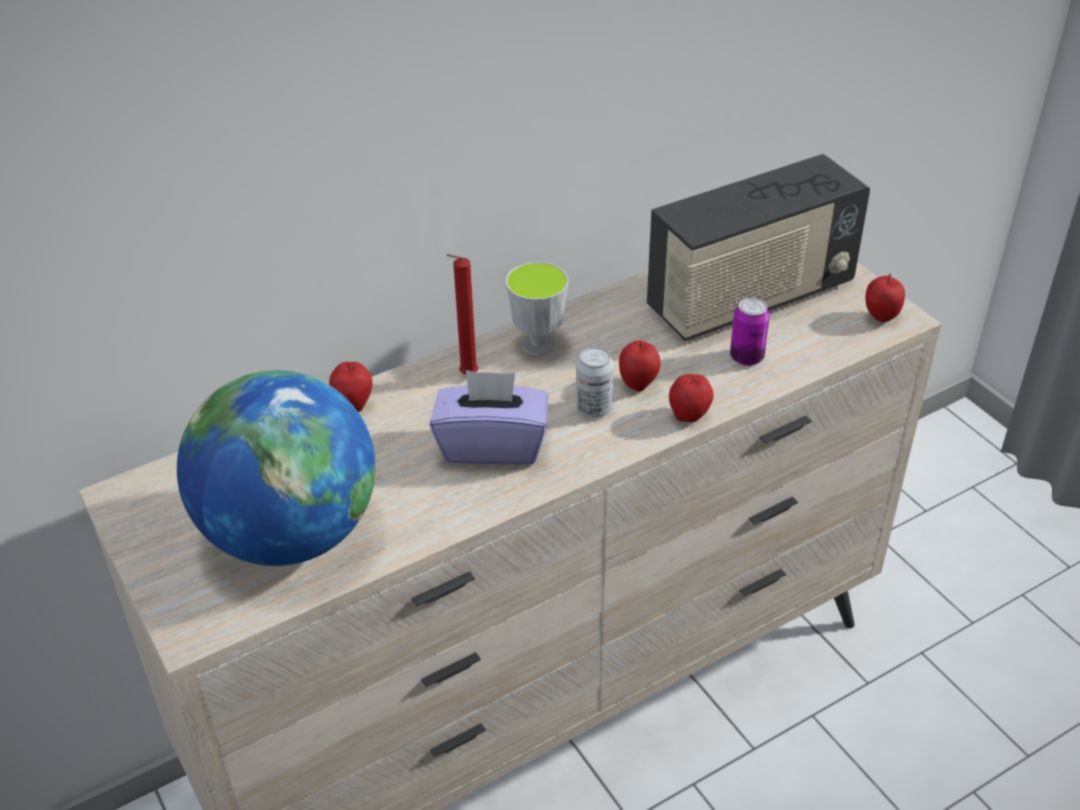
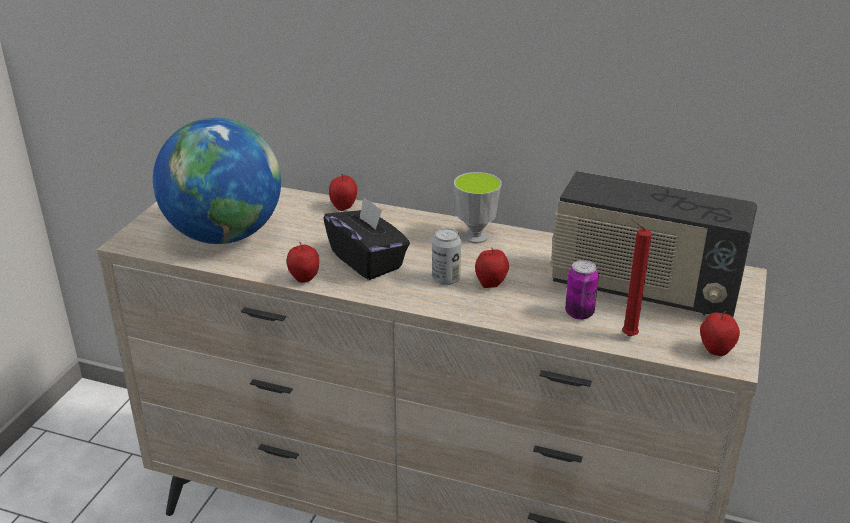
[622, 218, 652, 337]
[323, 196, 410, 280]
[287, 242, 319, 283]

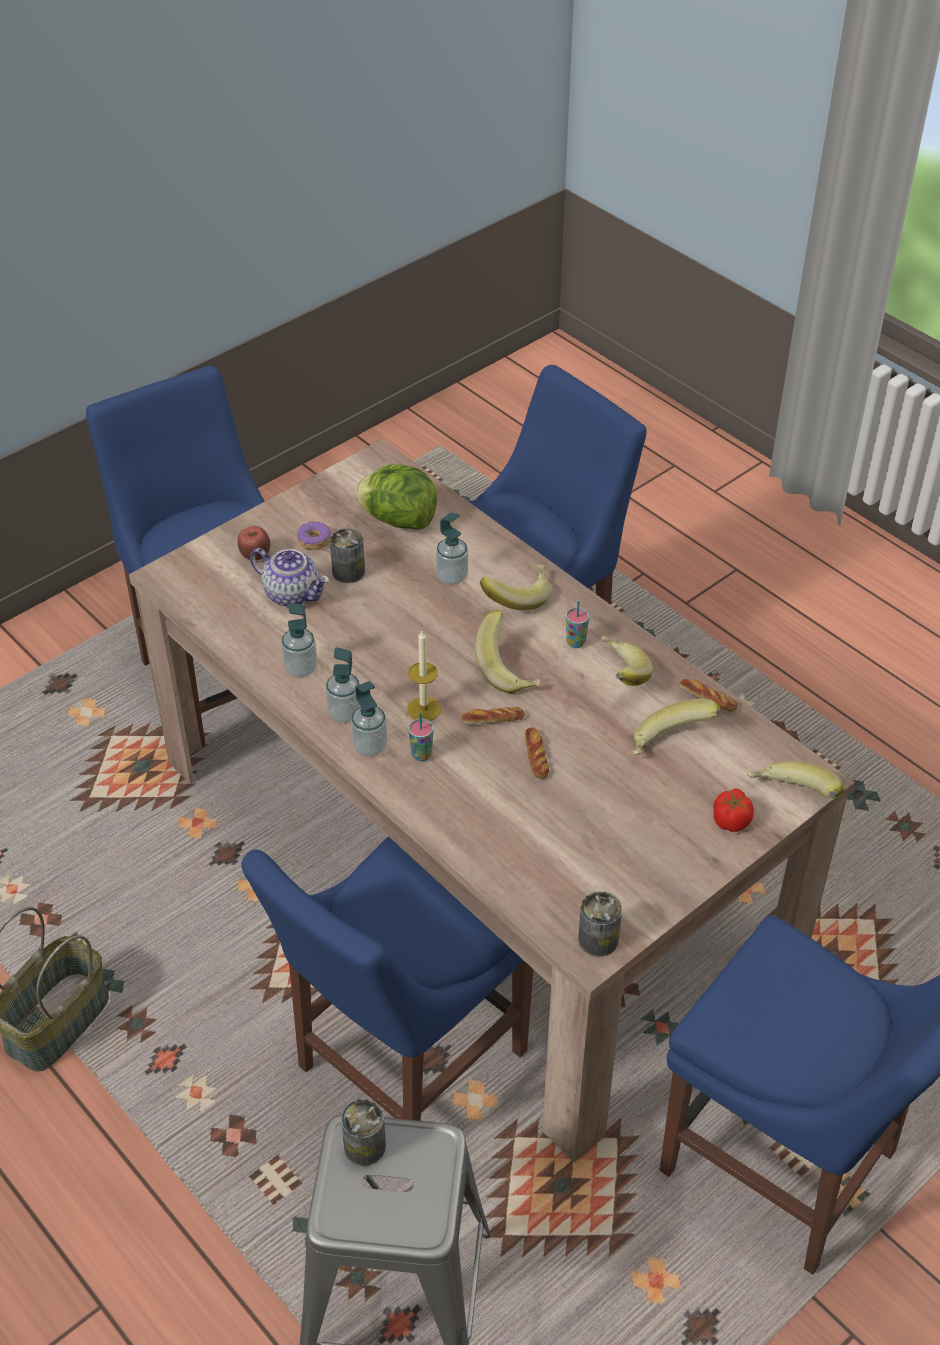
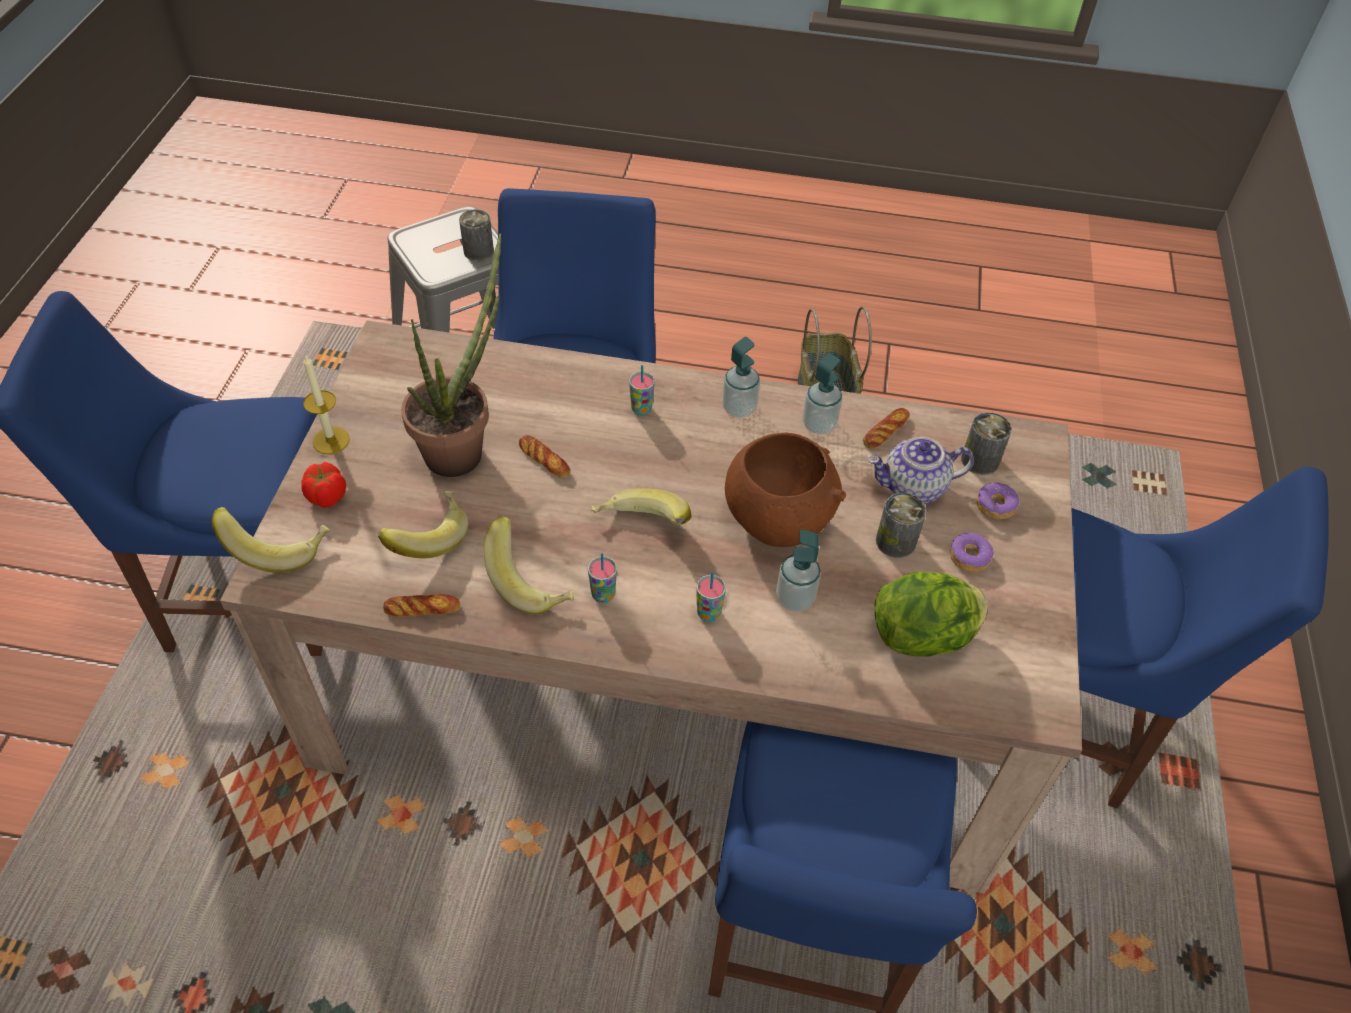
[977, 482, 1019, 520]
[696, 572, 726, 622]
[303, 354, 350, 454]
[351, 681, 388, 757] (first image)
[863, 408, 910, 449]
[961, 412, 1012, 475]
[401, 233, 501, 477]
[725, 432, 846, 547]

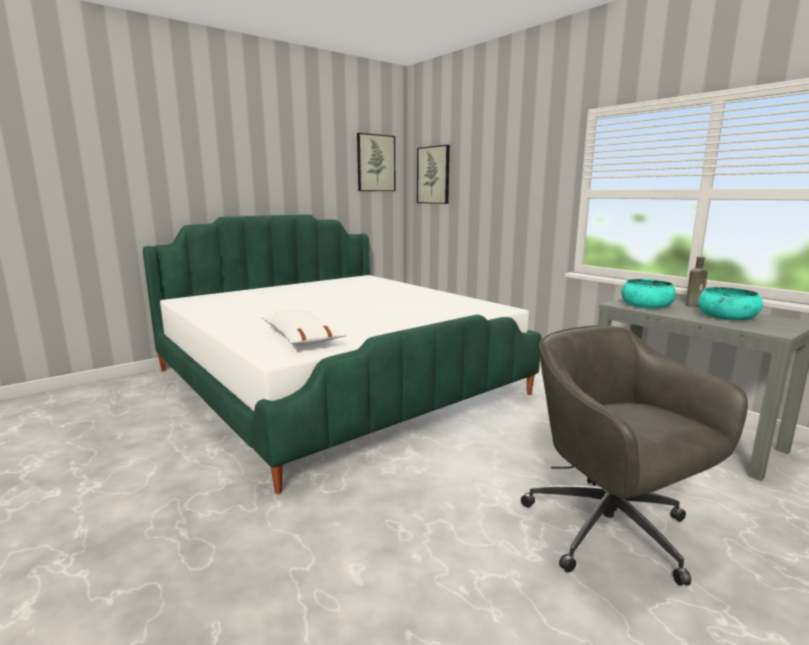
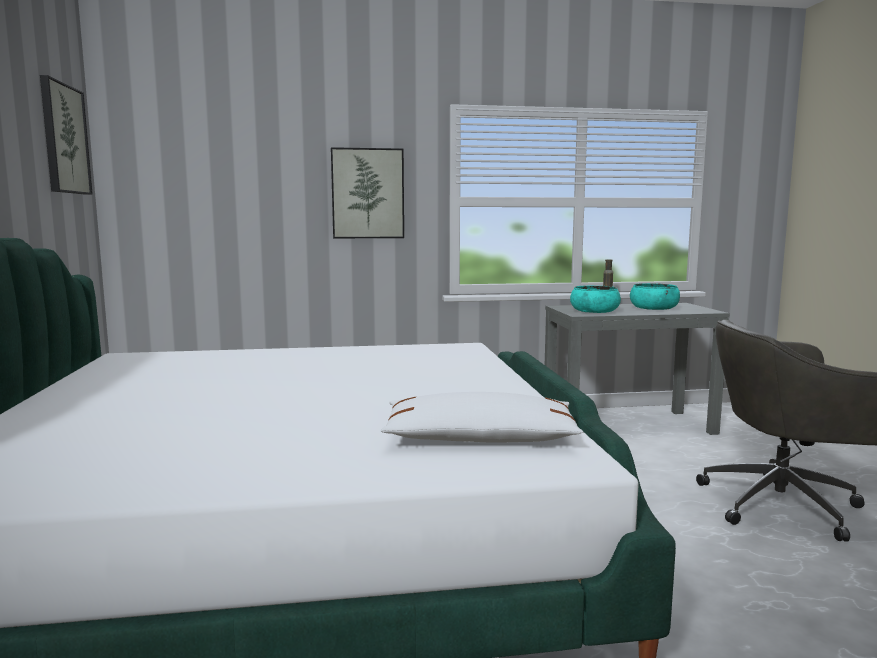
[331, 147, 404, 238]

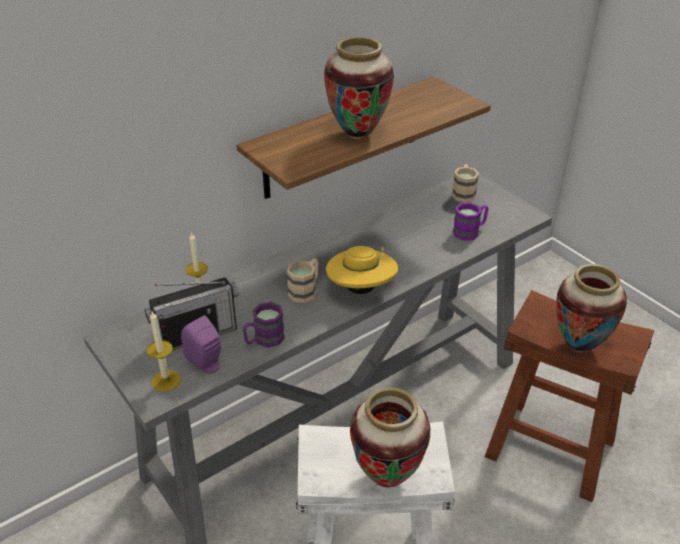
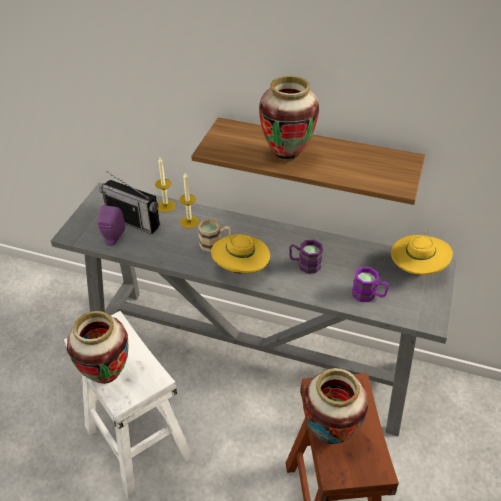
[391, 230, 453, 275]
[289, 240, 323, 274]
[179, 173, 199, 229]

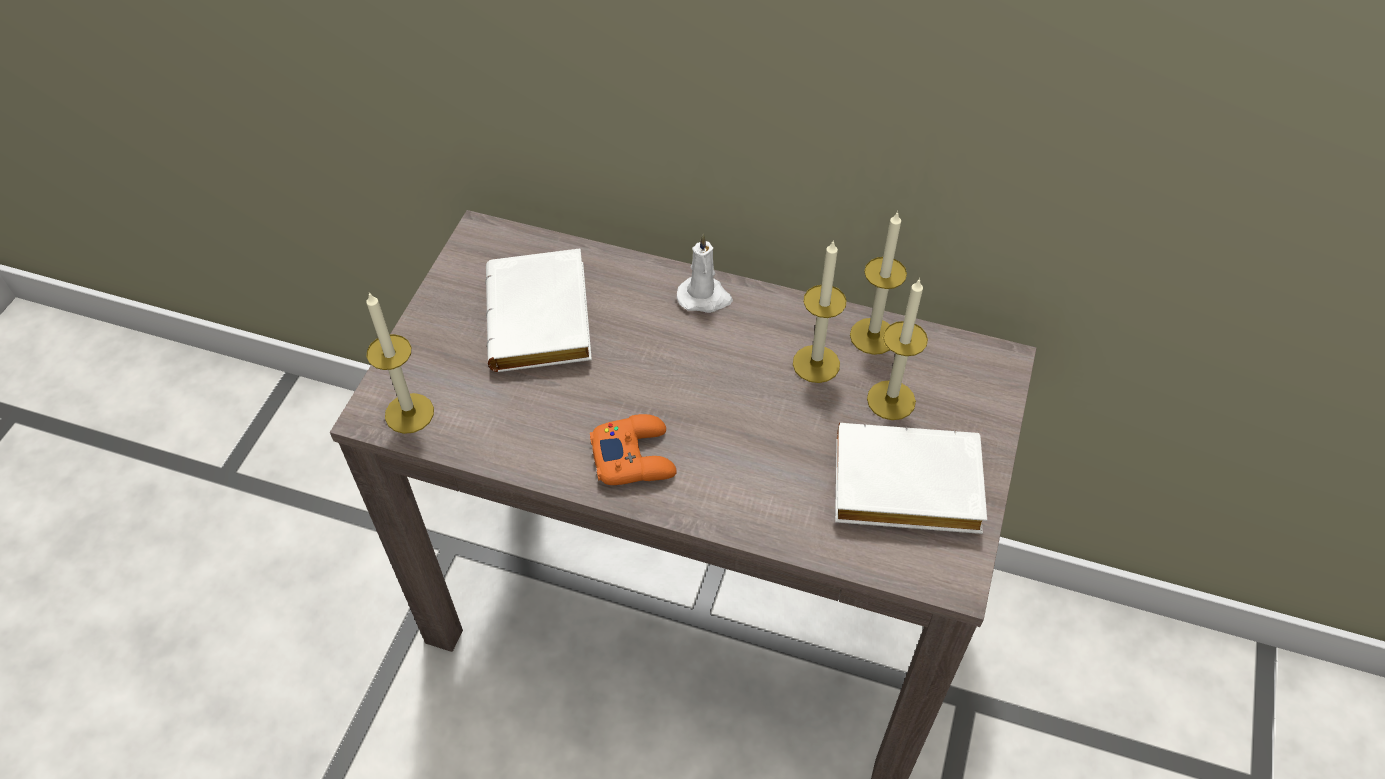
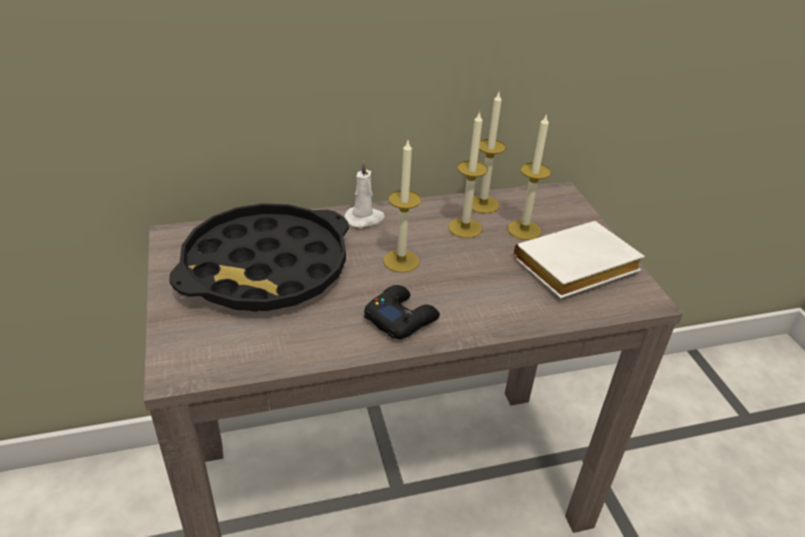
[169, 203, 349, 311]
[383, 141, 421, 273]
[364, 285, 440, 339]

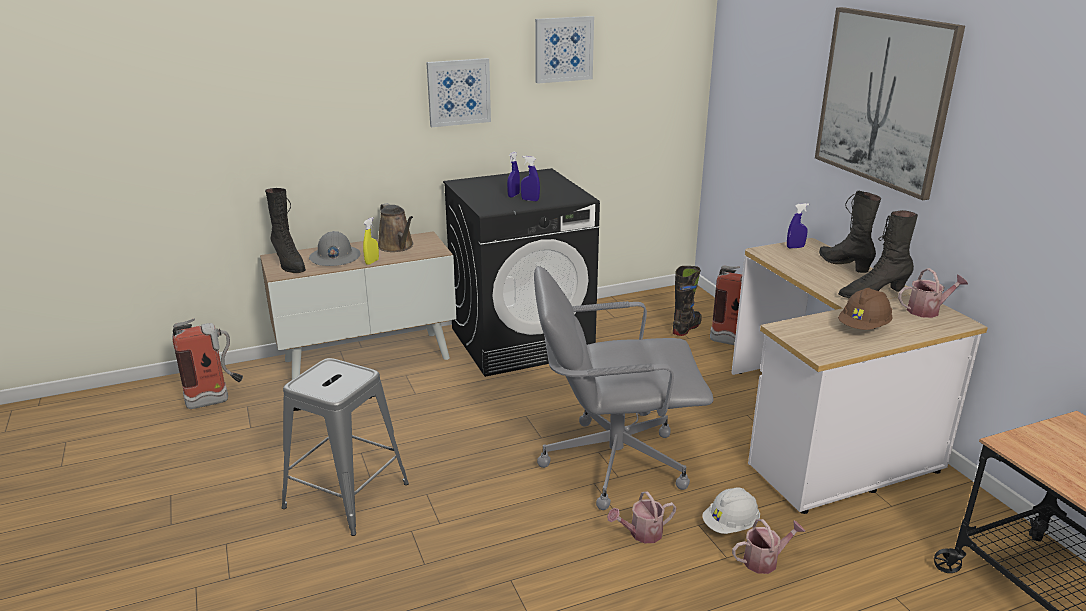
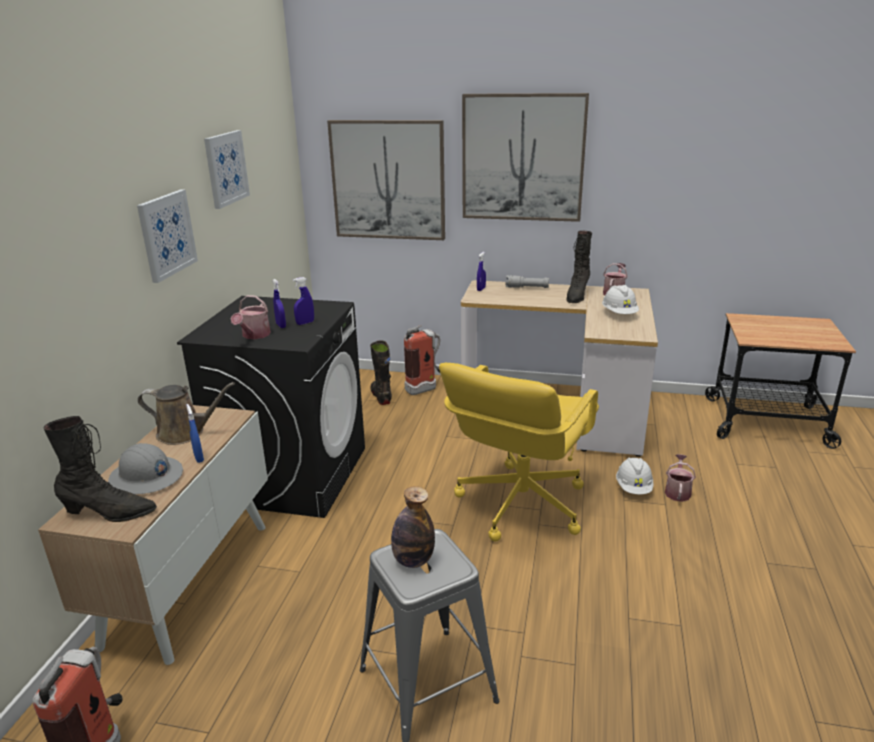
[506, 275, 549, 288]
[186, 404, 204, 463]
[439, 363, 599, 542]
[602, 285, 639, 314]
[231, 295, 271, 339]
[327, 120, 445, 240]
[391, 486, 435, 568]

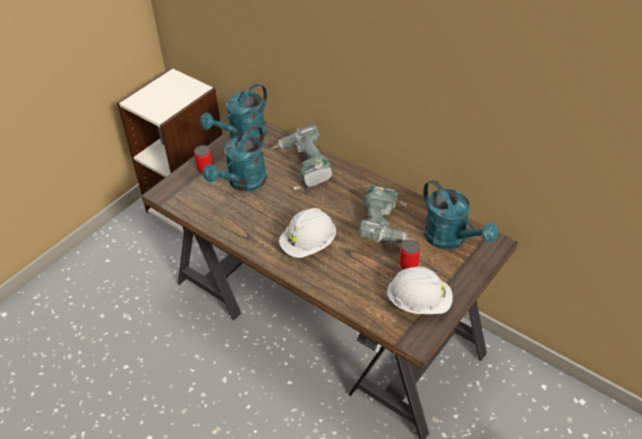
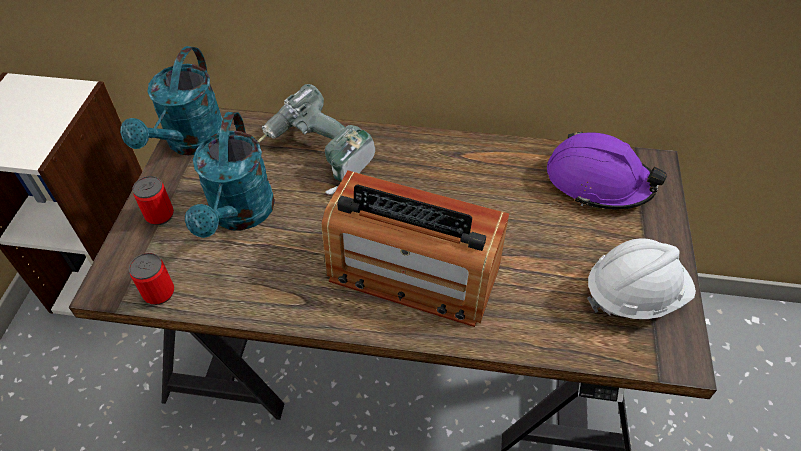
[547, 131, 667, 210]
[358, 186, 417, 243] (first image)
[321, 171, 509, 327]
[129, 253, 174, 305]

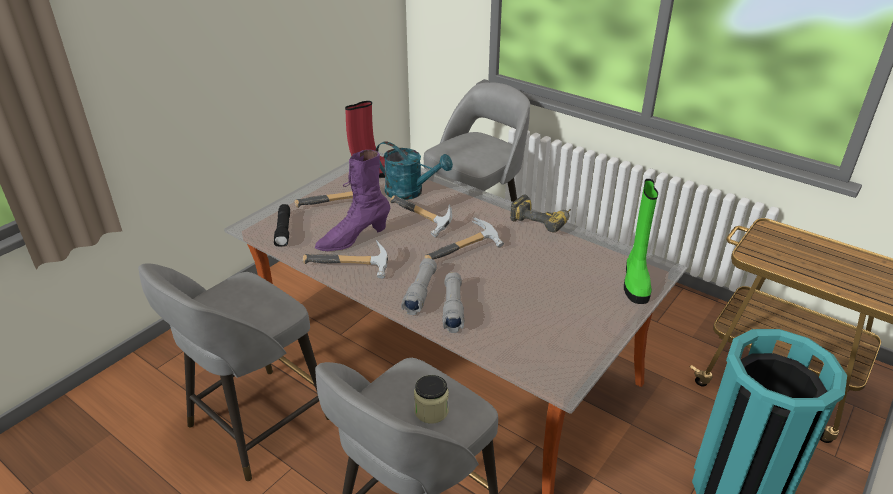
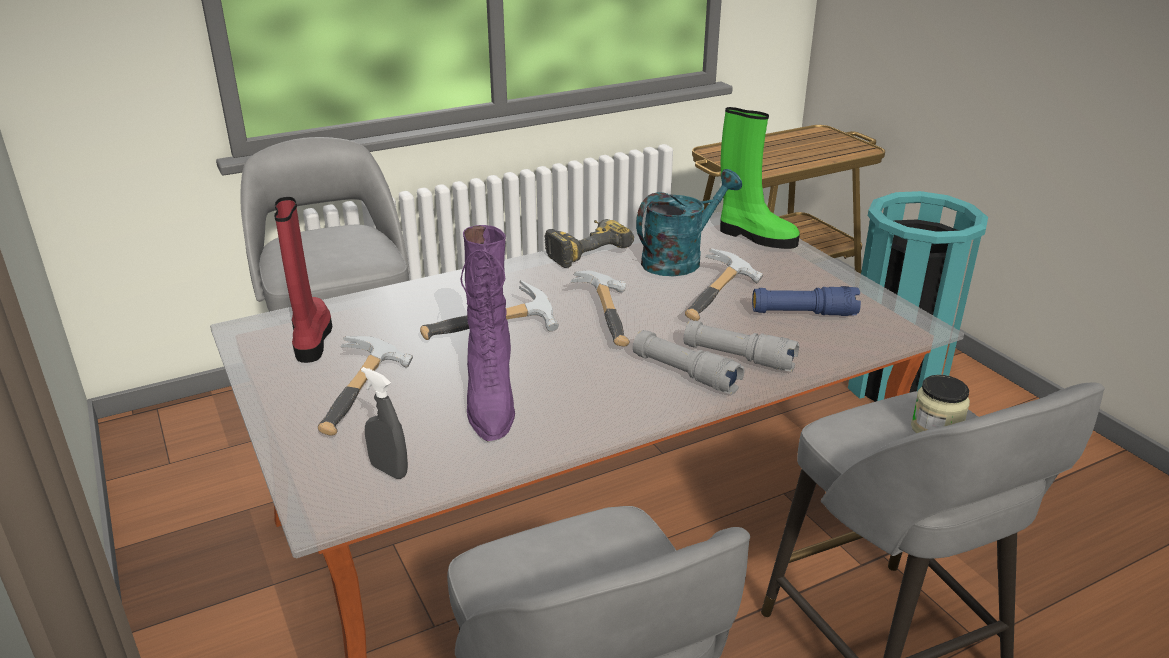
[636, 169, 742, 276]
[361, 367, 408, 479]
[685, 248, 763, 321]
[752, 286, 861, 316]

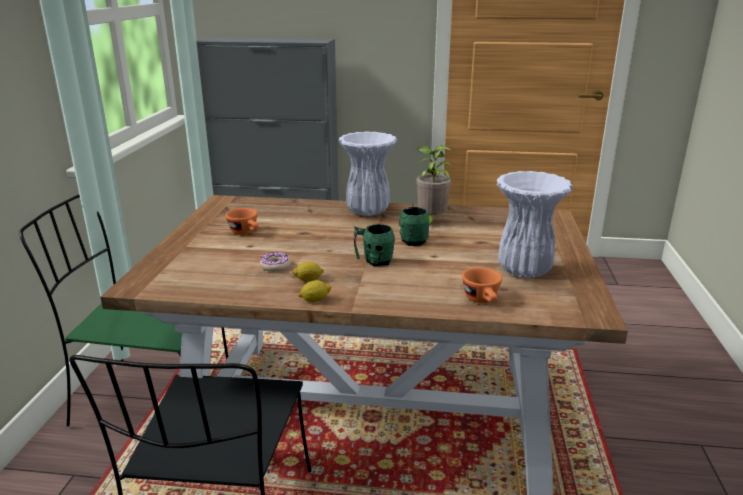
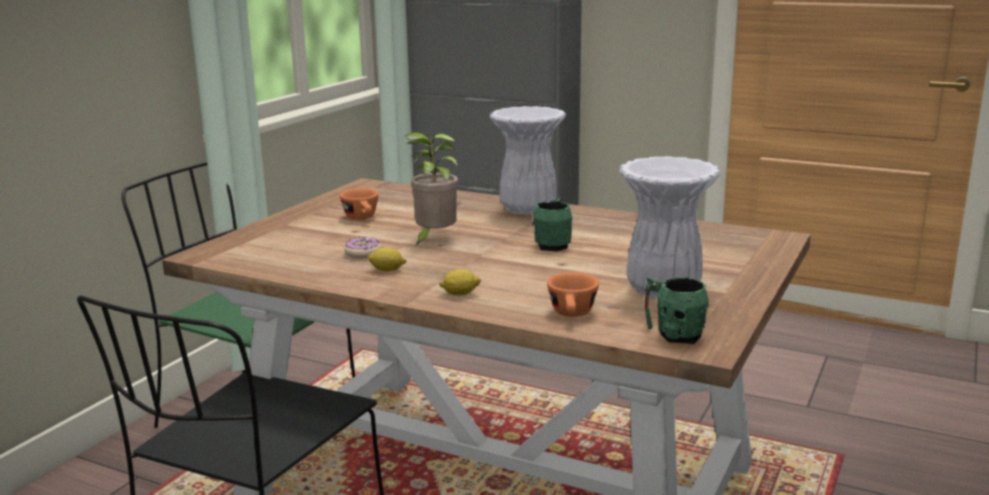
[404, 132, 458, 245]
[645, 277, 709, 344]
[439, 269, 481, 295]

